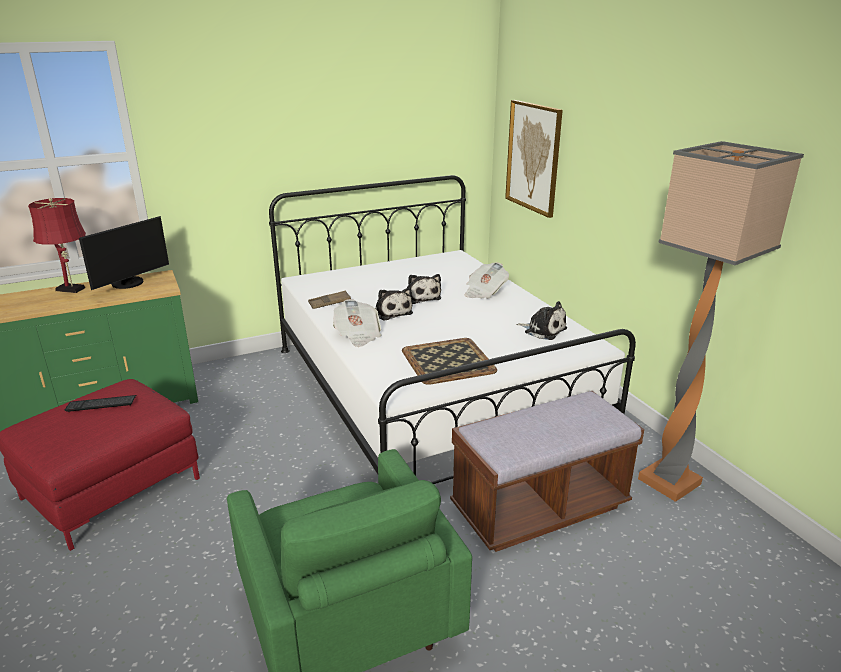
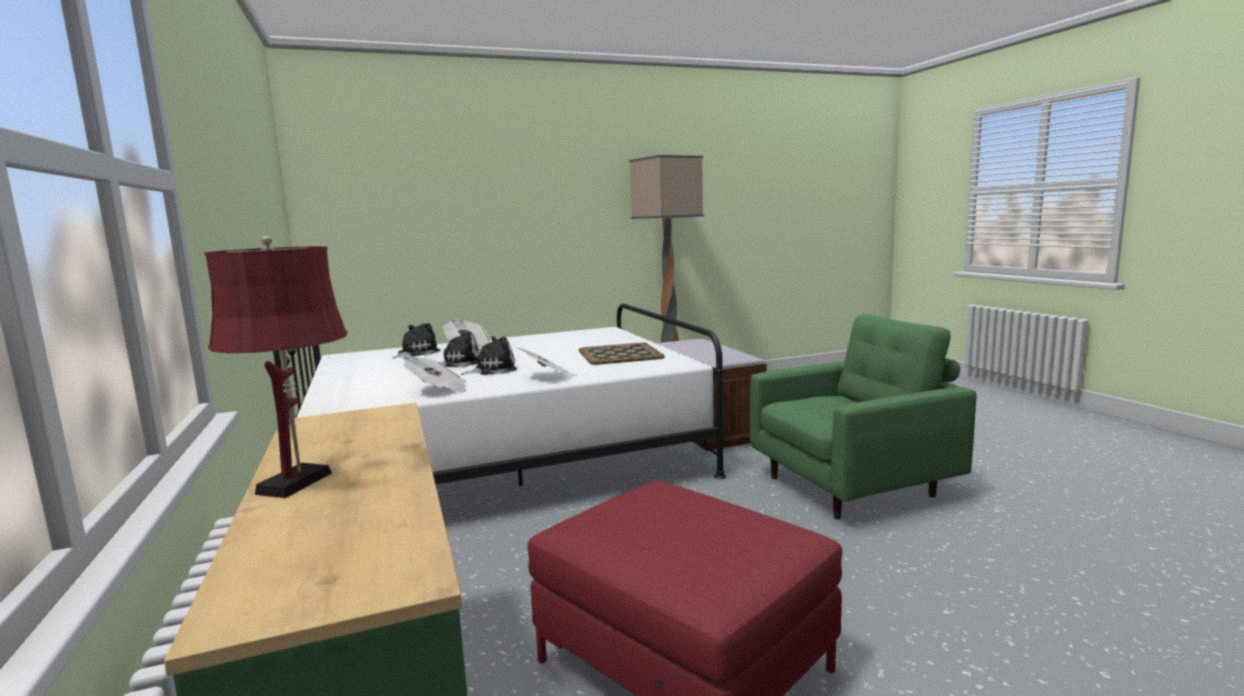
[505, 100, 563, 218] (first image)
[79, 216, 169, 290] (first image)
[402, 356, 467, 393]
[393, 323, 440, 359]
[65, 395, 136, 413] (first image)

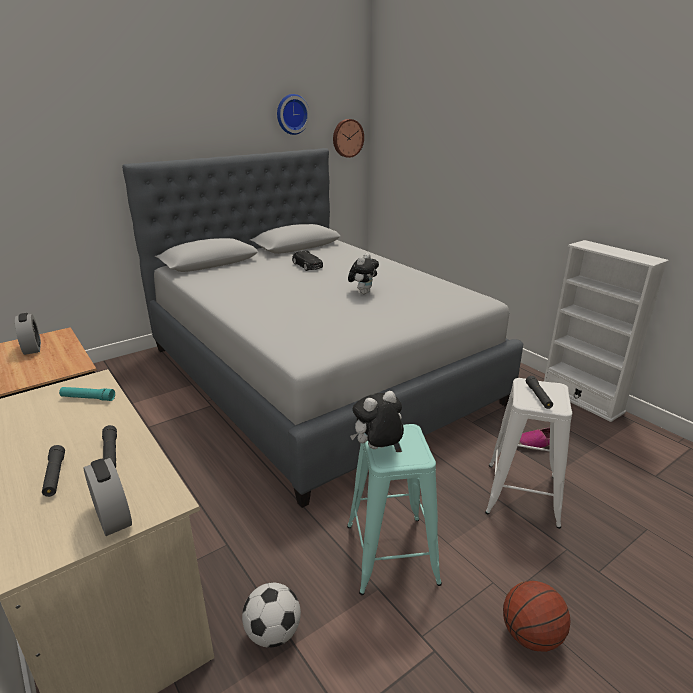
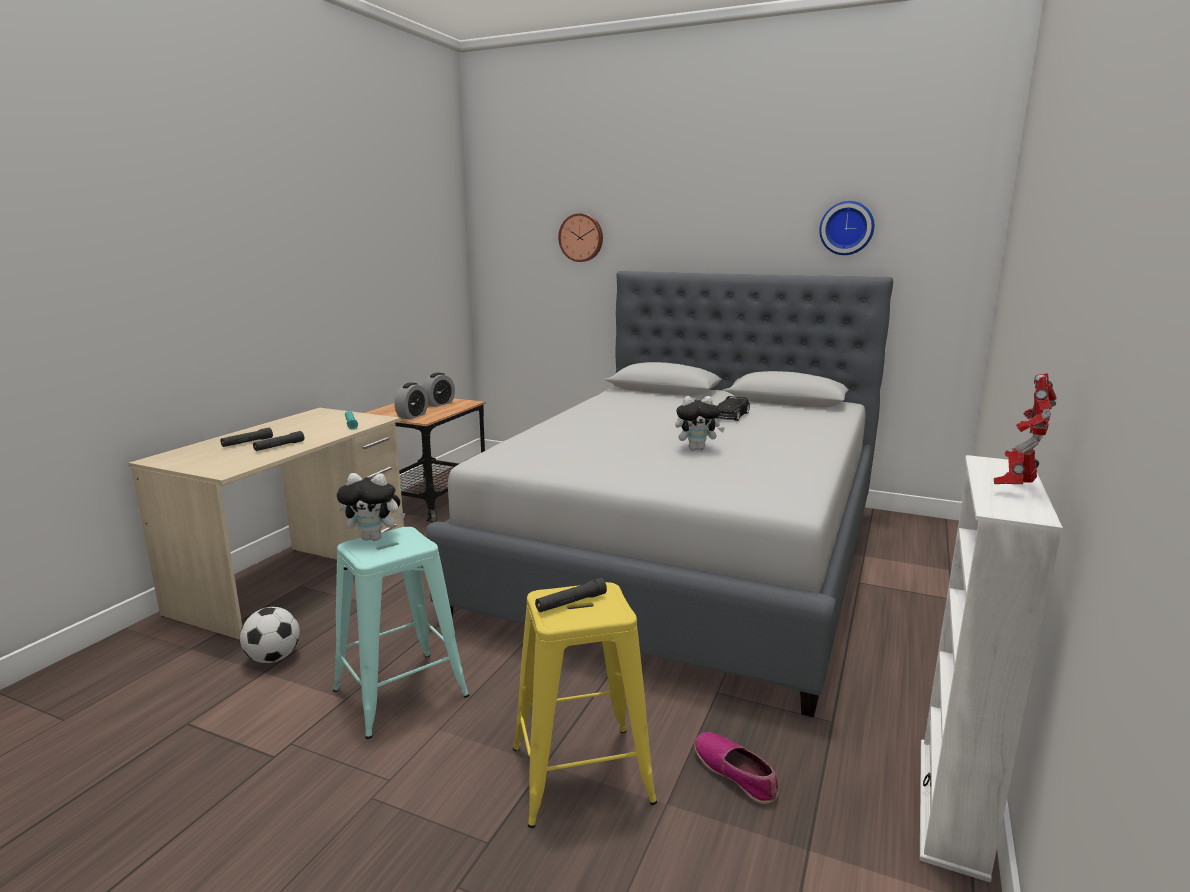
[558, 213, 603, 262]
[513, 582, 657, 828]
[337, 473, 405, 541]
[394, 383, 428, 419]
[503, 581, 571, 652] (first image)
[994, 373, 1056, 484]

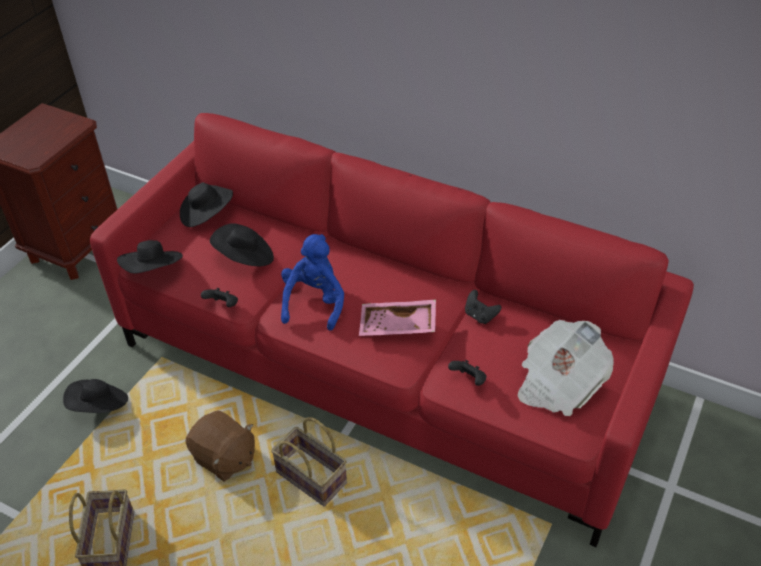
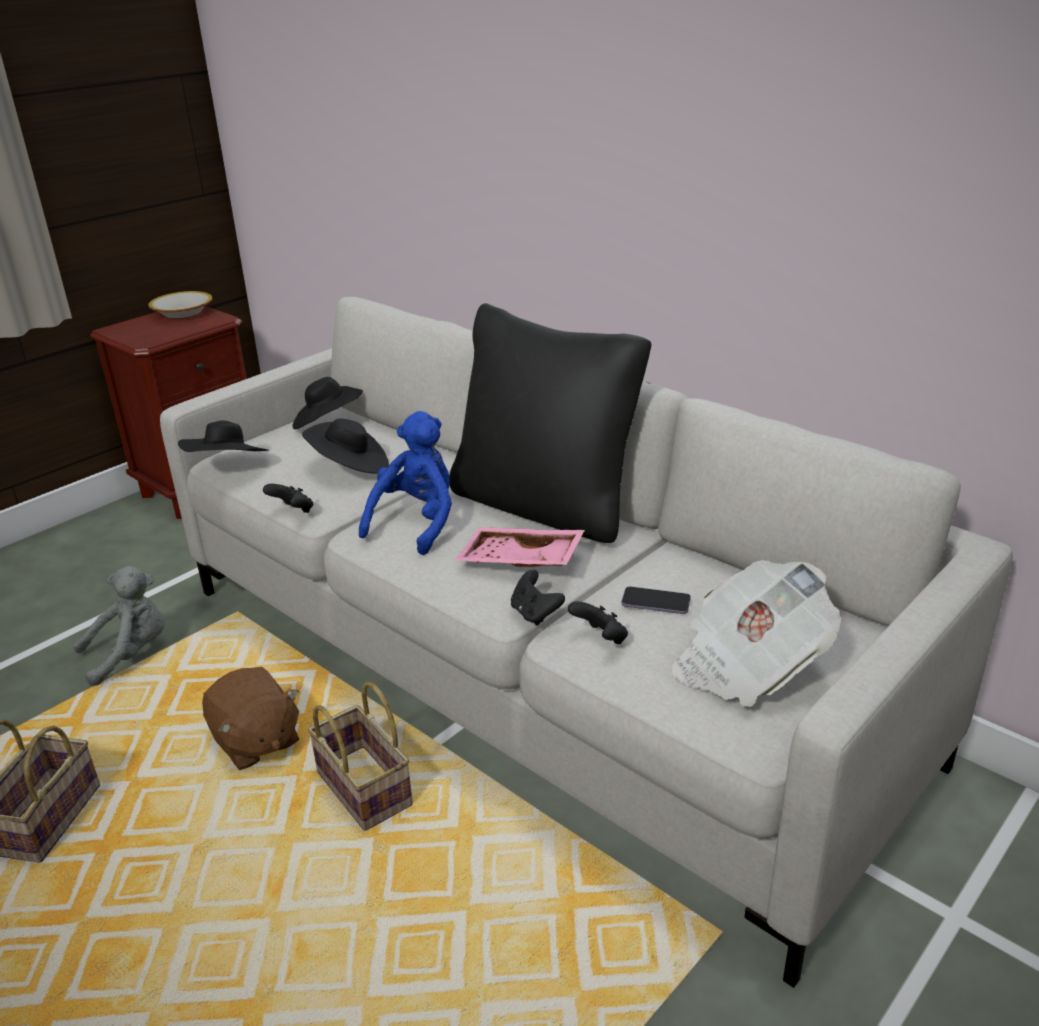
[160, 297, 1013, 988]
[511, 570, 565, 626]
[73, 566, 165, 686]
[148, 291, 213, 319]
[450, 303, 651, 543]
[621, 586, 691, 614]

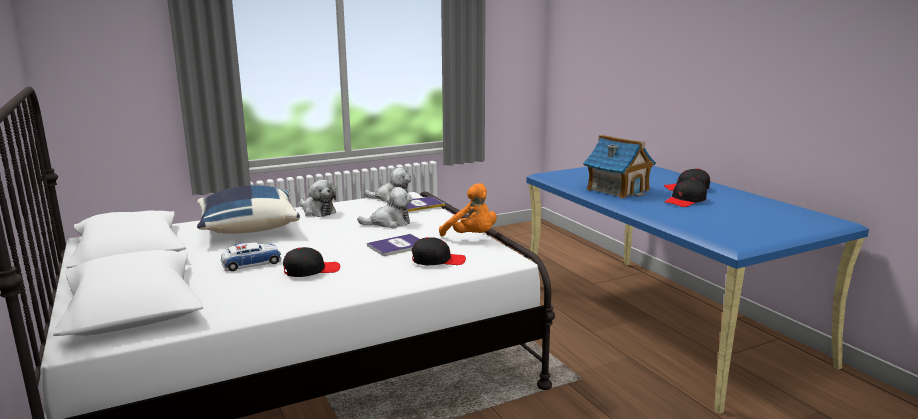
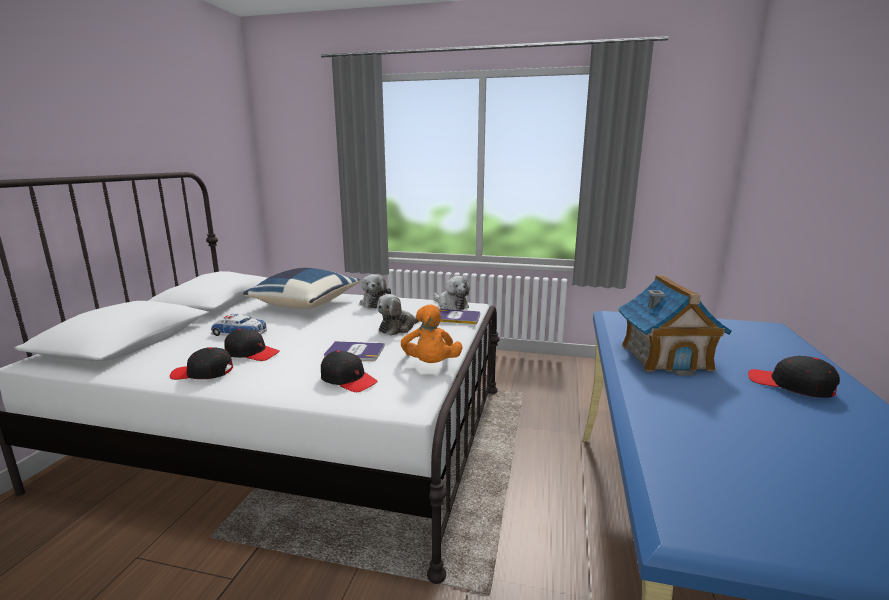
[170, 347, 233, 380]
[377, 294, 419, 335]

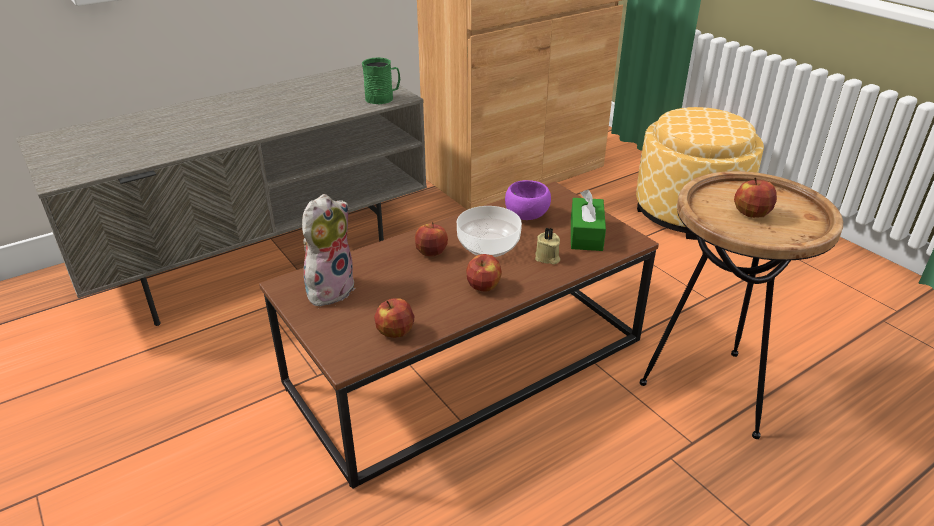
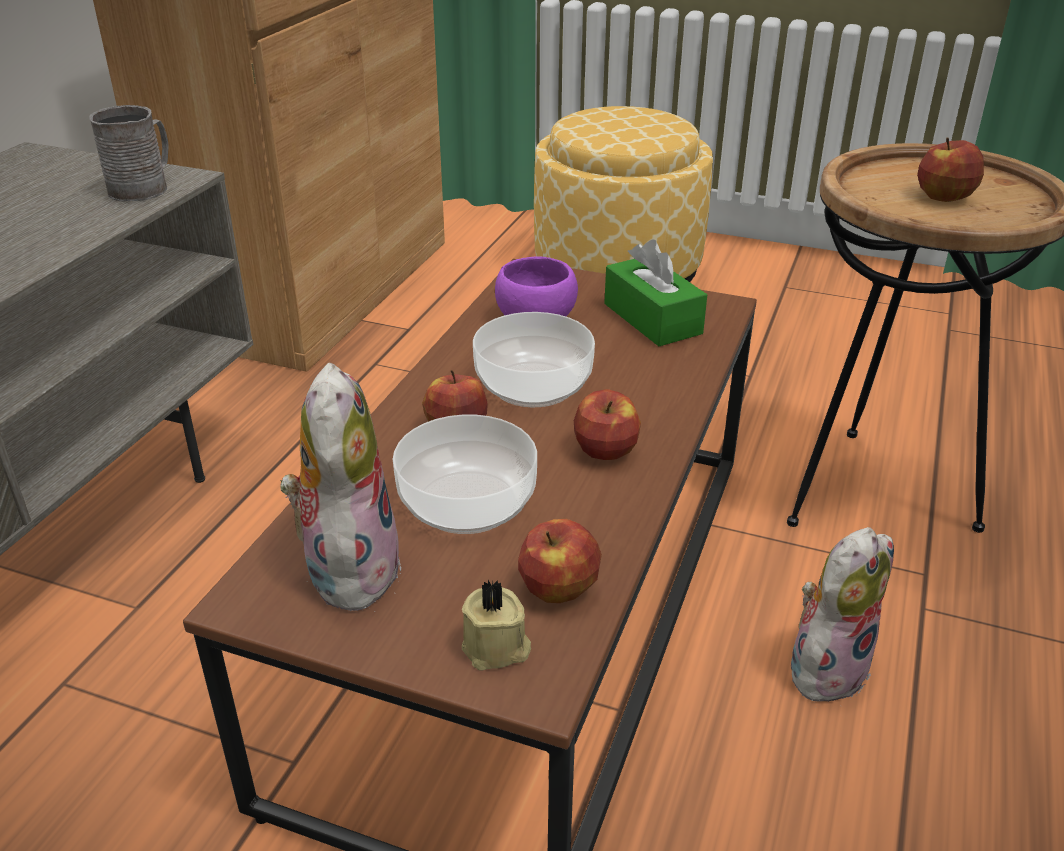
[89, 105, 169, 202]
[462, 580, 531, 670]
[393, 415, 537, 534]
[791, 527, 894, 703]

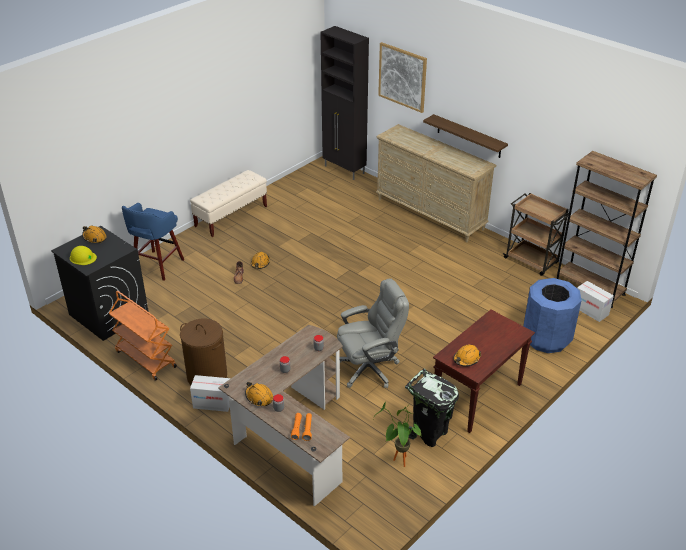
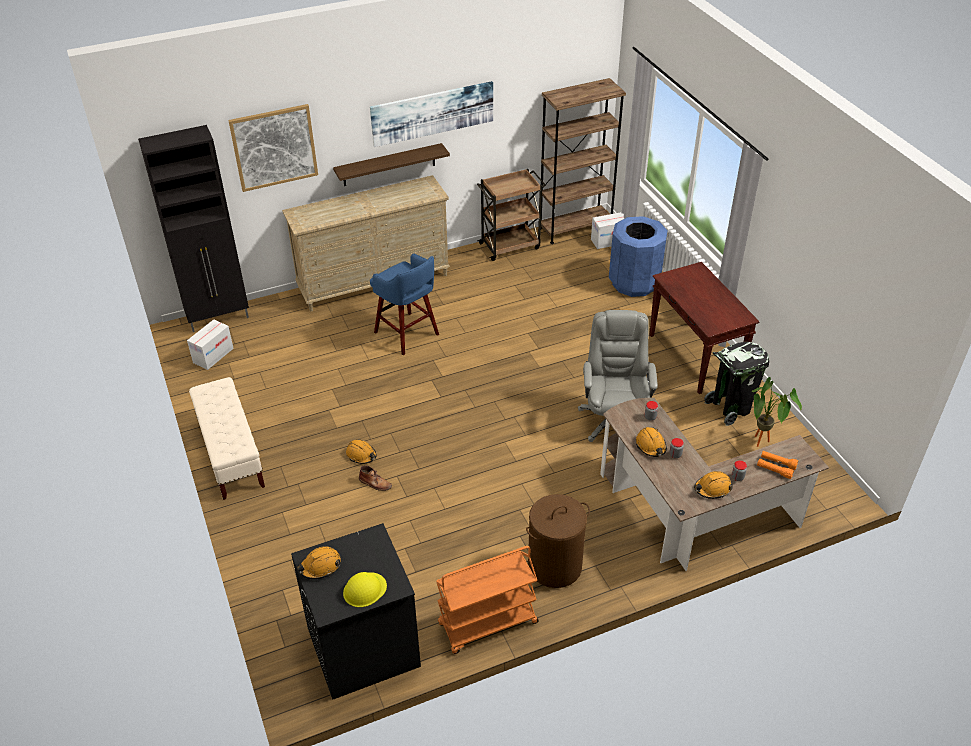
[370, 253, 439, 355]
[636, 427, 667, 457]
[187, 319, 234, 370]
[370, 81, 493, 147]

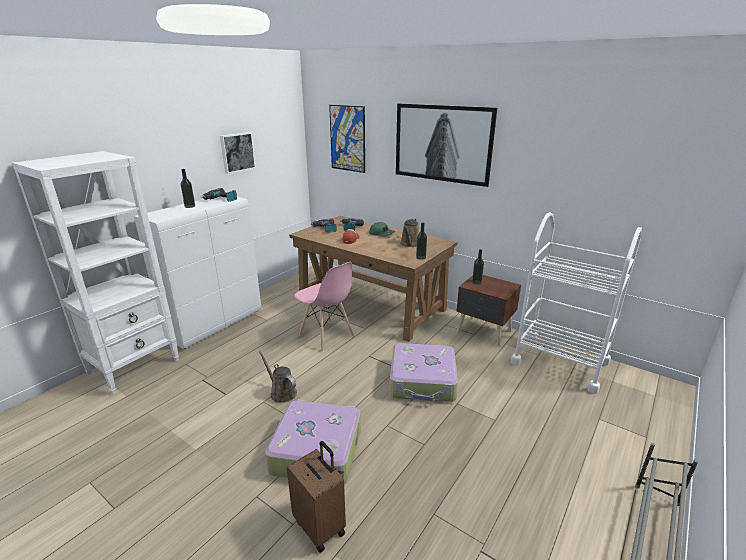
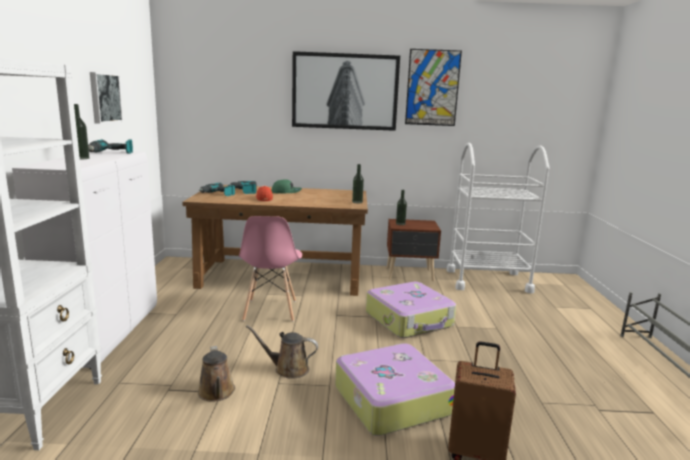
[405, 49, 462, 126]
[198, 346, 235, 402]
[239, 216, 302, 322]

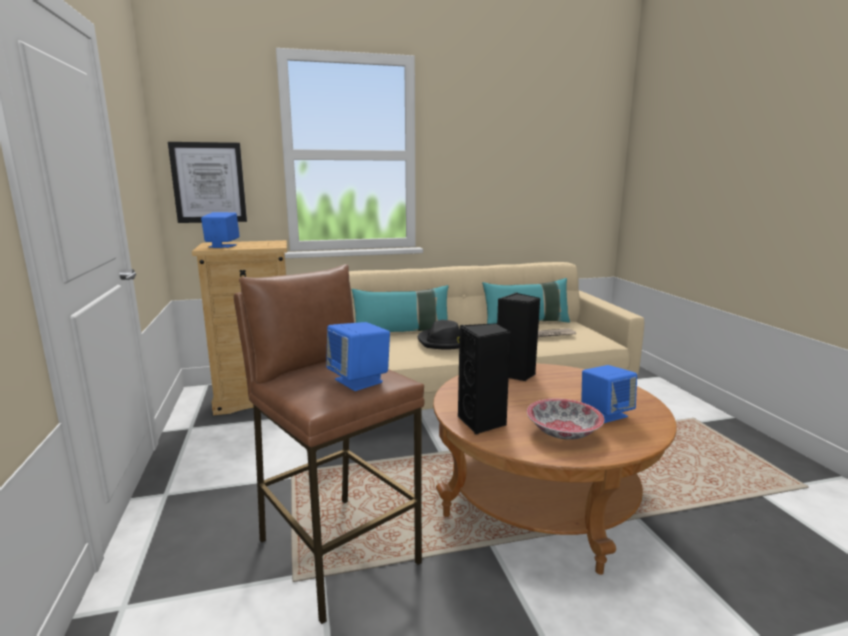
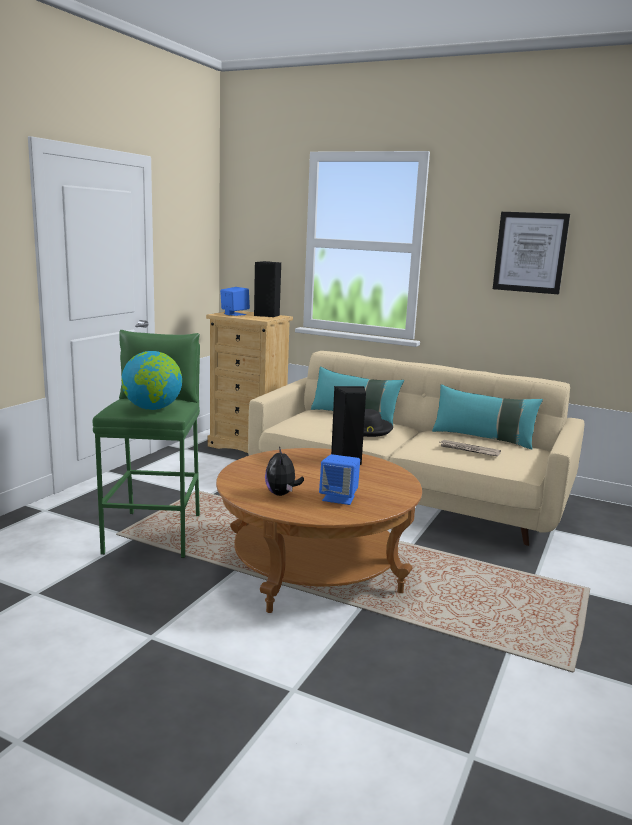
[493, 212, 570, 294]
[93, 330, 200, 558]
[121, 351, 182, 410]
[254, 261, 281, 317]
[265, 446, 304, 496]

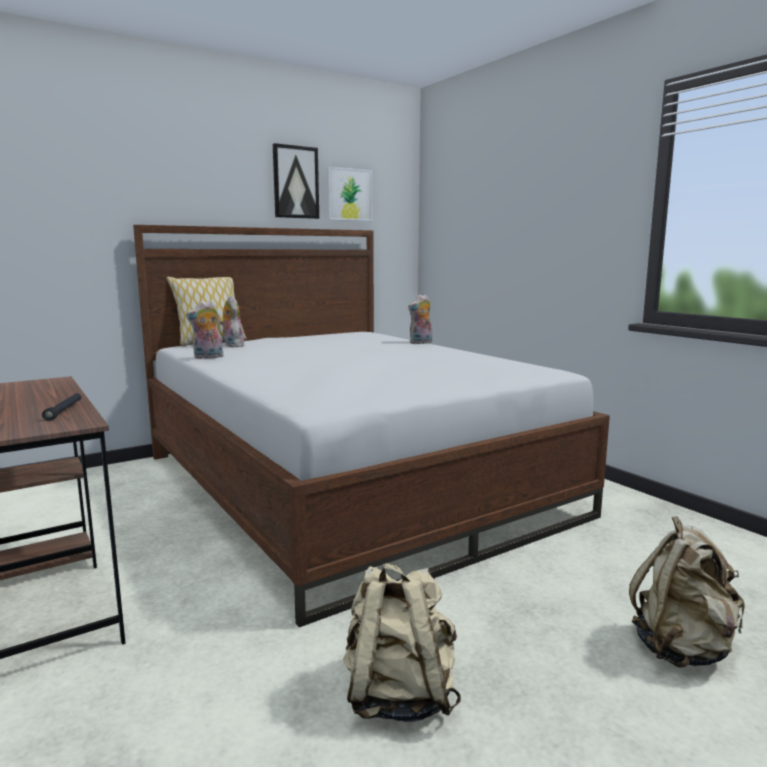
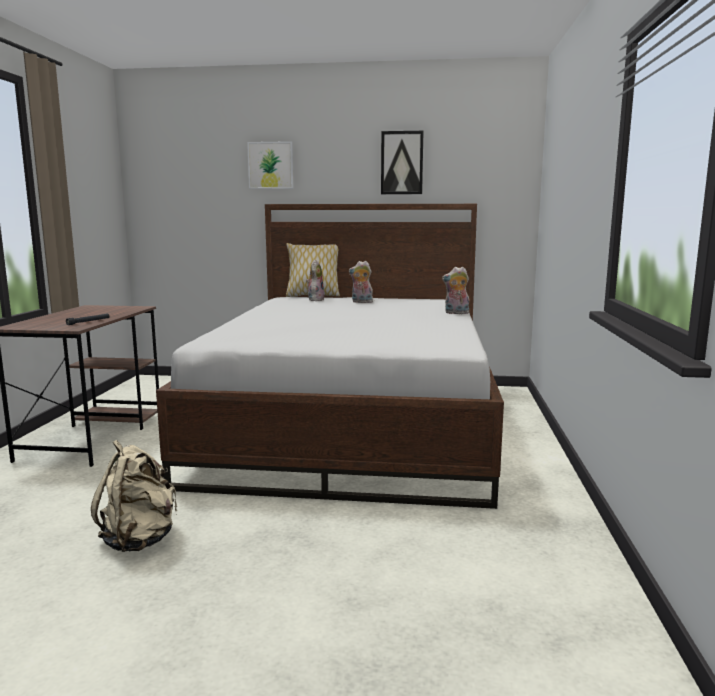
[247, 141, 294, 189]
[349, 261, 373, 303]
[629, 516, 745, 668] (first image)

